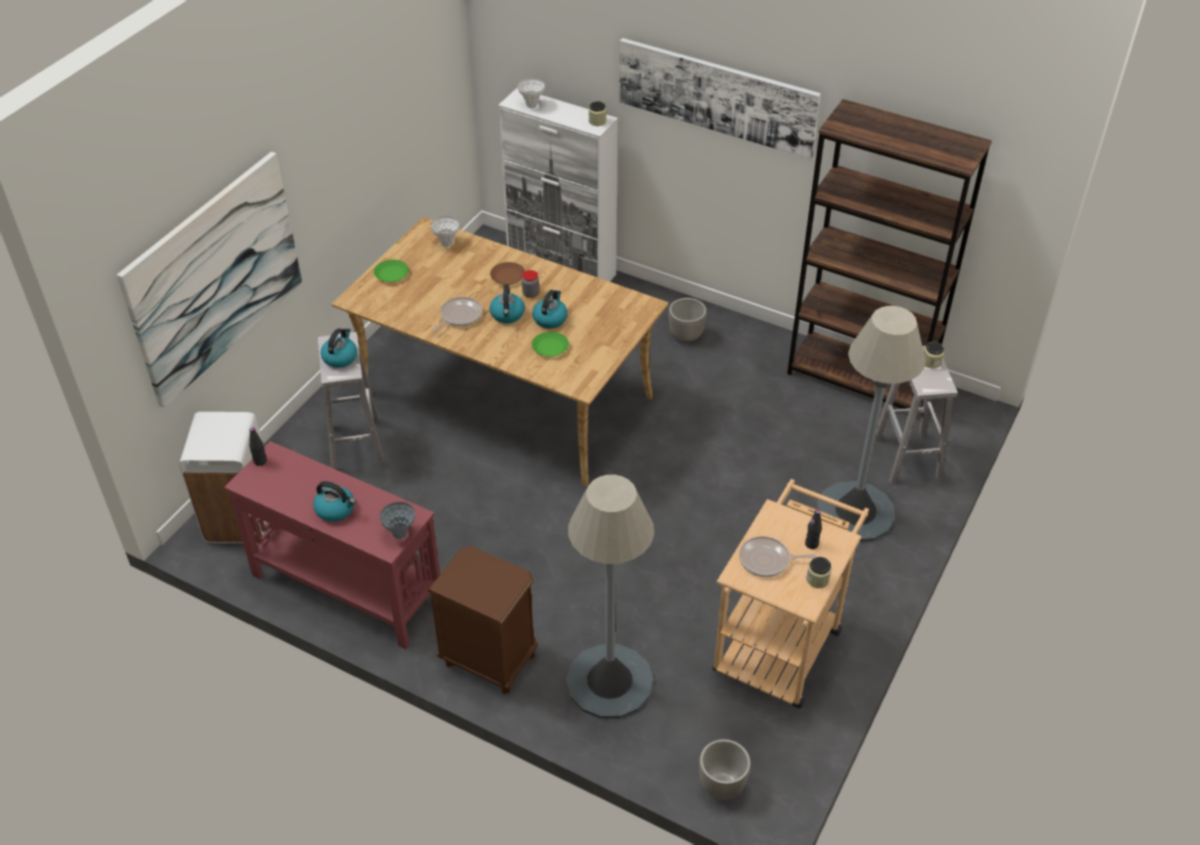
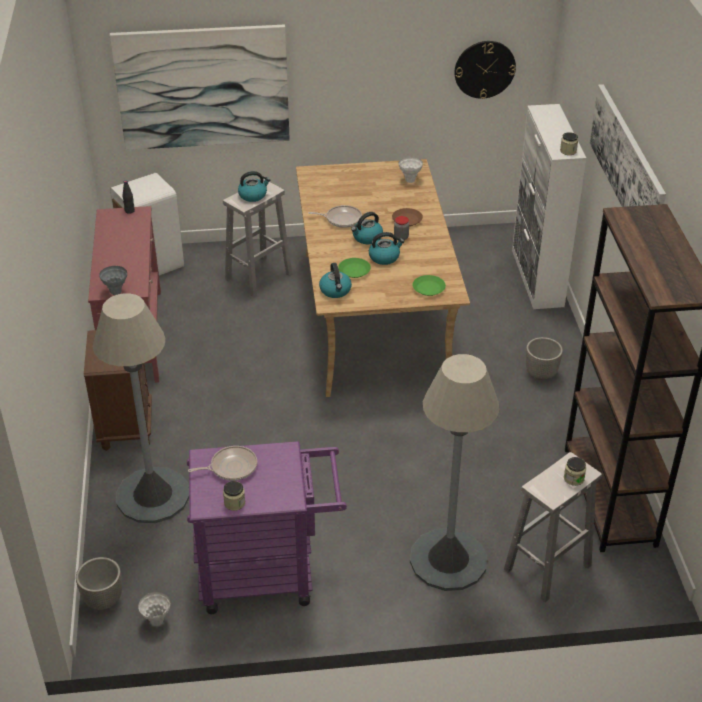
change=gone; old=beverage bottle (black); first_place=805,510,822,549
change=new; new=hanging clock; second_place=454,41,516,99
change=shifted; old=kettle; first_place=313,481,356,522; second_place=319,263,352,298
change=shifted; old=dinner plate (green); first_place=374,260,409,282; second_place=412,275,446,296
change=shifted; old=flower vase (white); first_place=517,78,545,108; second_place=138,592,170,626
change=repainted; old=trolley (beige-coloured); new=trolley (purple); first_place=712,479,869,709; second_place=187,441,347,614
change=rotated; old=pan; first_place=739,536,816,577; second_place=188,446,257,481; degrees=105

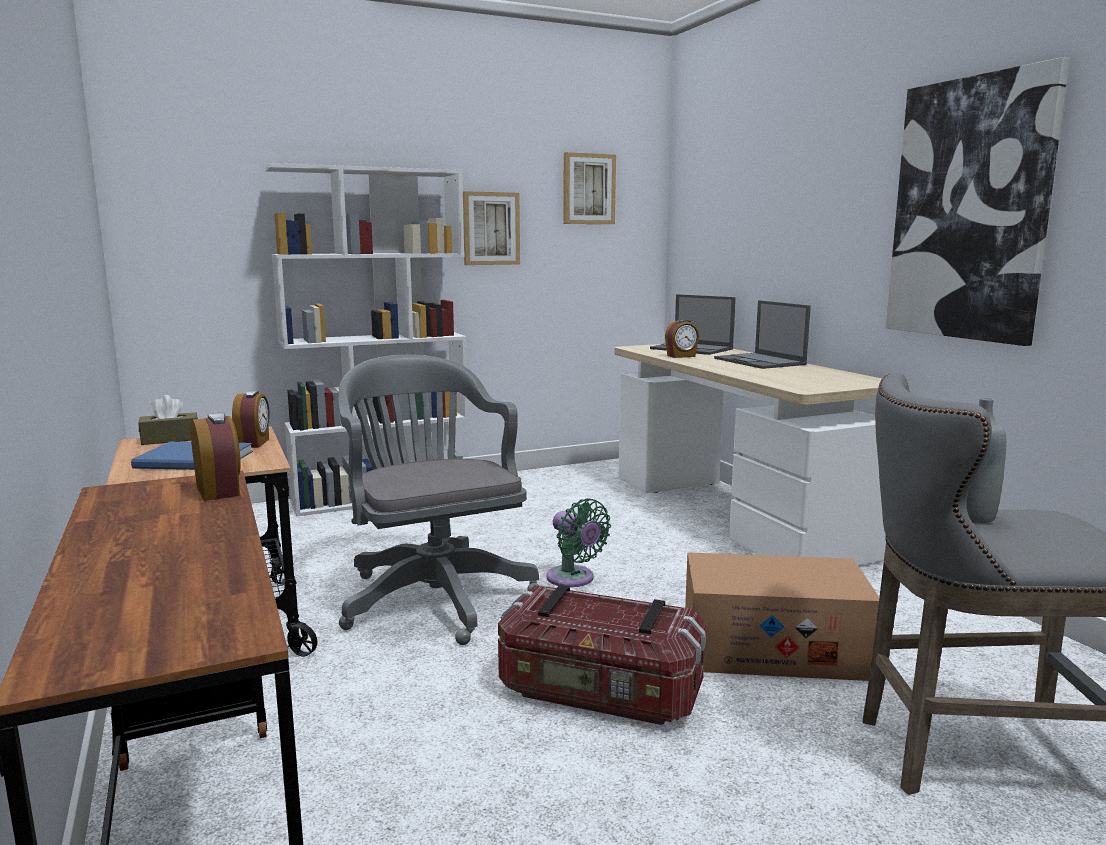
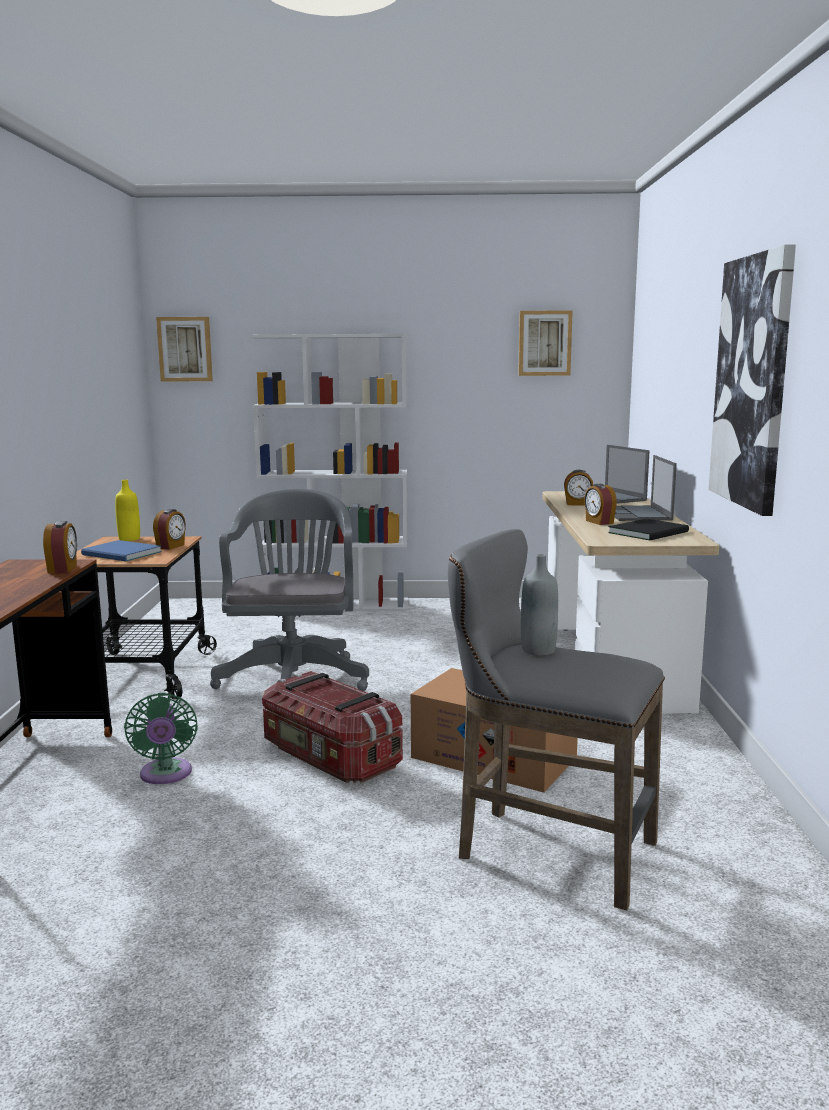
change=new; new=alarm clock; second_place=584,484,617,525
change=new; new=book (black); second_place=608,519,689,540
change=shifted; old=wall picture; first_place=463,191,520,265; second_place=156,317,213,382
change=shifted; old=fan (green); first_place=547,498,611,587; second_place=124,693,198,784
change=swapped; old=tissue box (brownish); new=beverage bottle (yellowish); first_place=138,395,198,445; second_place=115,480,140,541

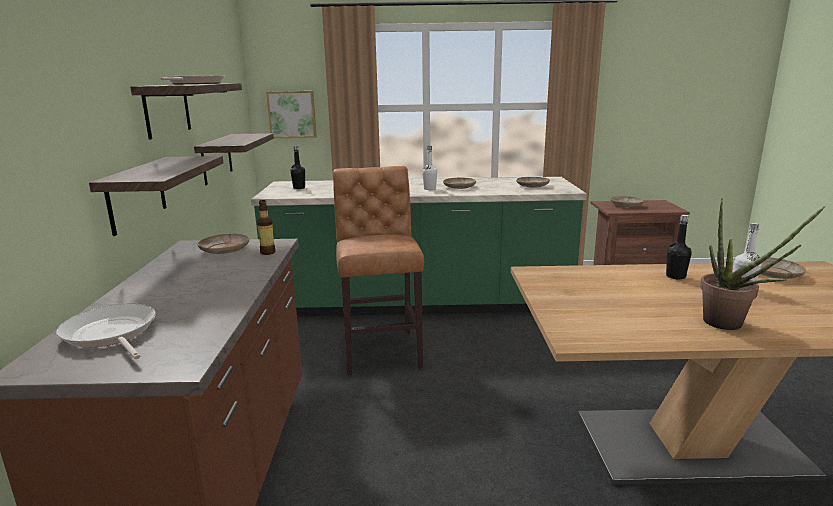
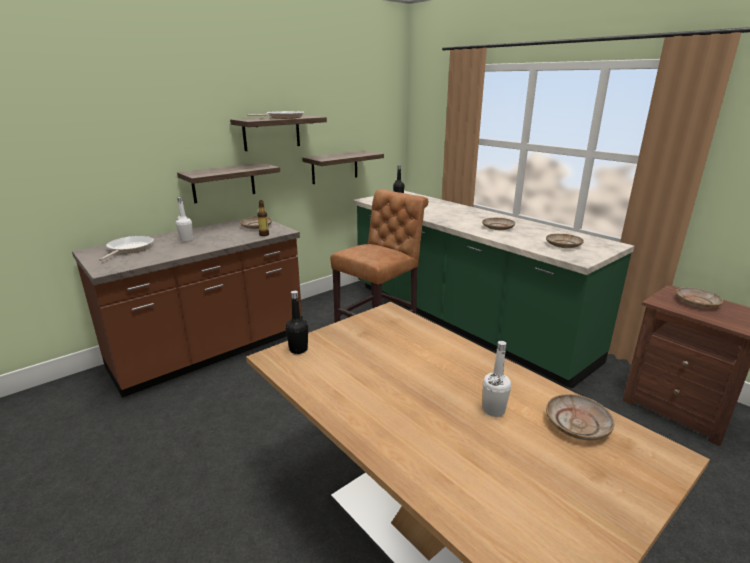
change=gone; old=wall picture; first_place=266,91,317,138
change=gone; old=houseplant; first_place=700,198,825,330
change=shifted; old=beverage bottle (white); first_place=422,146,437,190; second_place=176,197,193,242
change=shifted; old=beverage bottle (black); first_place=666,215,692,280; second_place=286,291,308,354

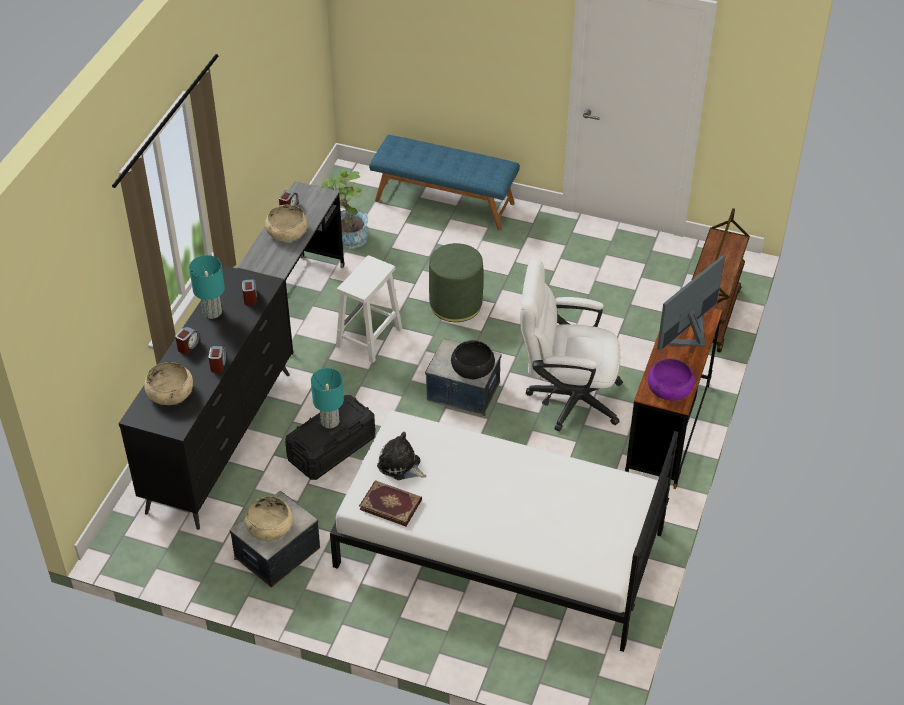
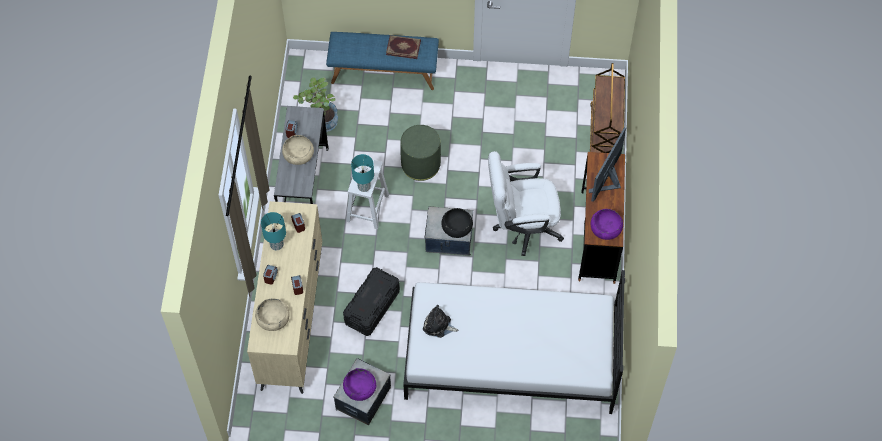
change=shifted; old=tabletop lamp (turquoise); first_place=311,368,344,428; second_place=351,154,374,192
change=shifted; old=book; first_place=359,480,422,526; second_place=386,35,421,59
change=repainted; old=chest of drawers (black); new=chest of drawers (beige-coloured); first_place=118,265,292,530; second_place=247,201,322,394
change=repainted; old=serving bowl (beige-coloured); new=serving bowl (purple); first_place=245,496,293,541; second_place=343,368,376,401

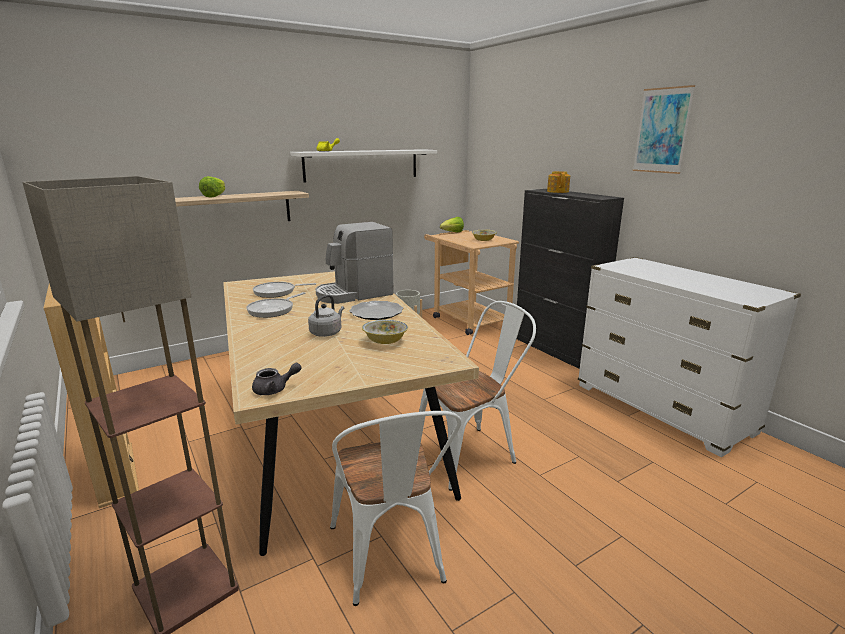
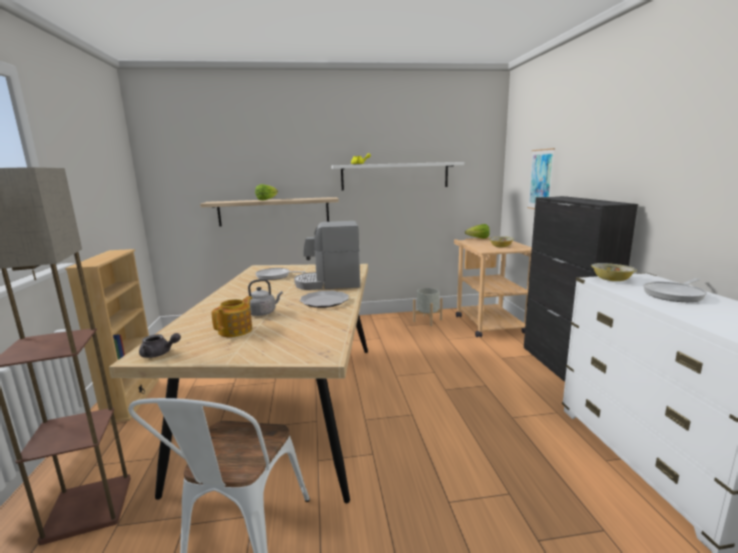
change=gone; old=chair (white); first_place=419,301,536,491
change=shifted; old=pan; first_place=246,292,305,318; second_place=643,278,707,302
change=shifted; old=serving bowl; first_place=362,320,408,344; second_place=591,263,637,281
change=shifted; old=tea pot; first_place=547,171,570,193; second_place=212,296,252,337
change=shifted; old=wall picture; first_place=633,85,695,174; second_place=527,148,555,209

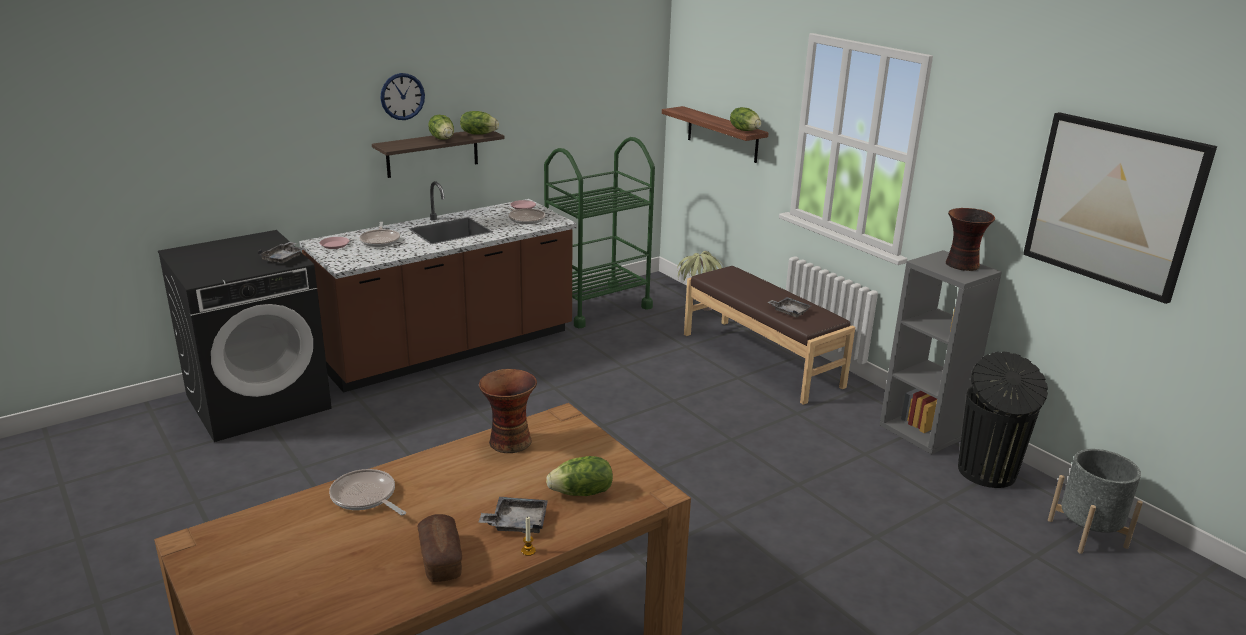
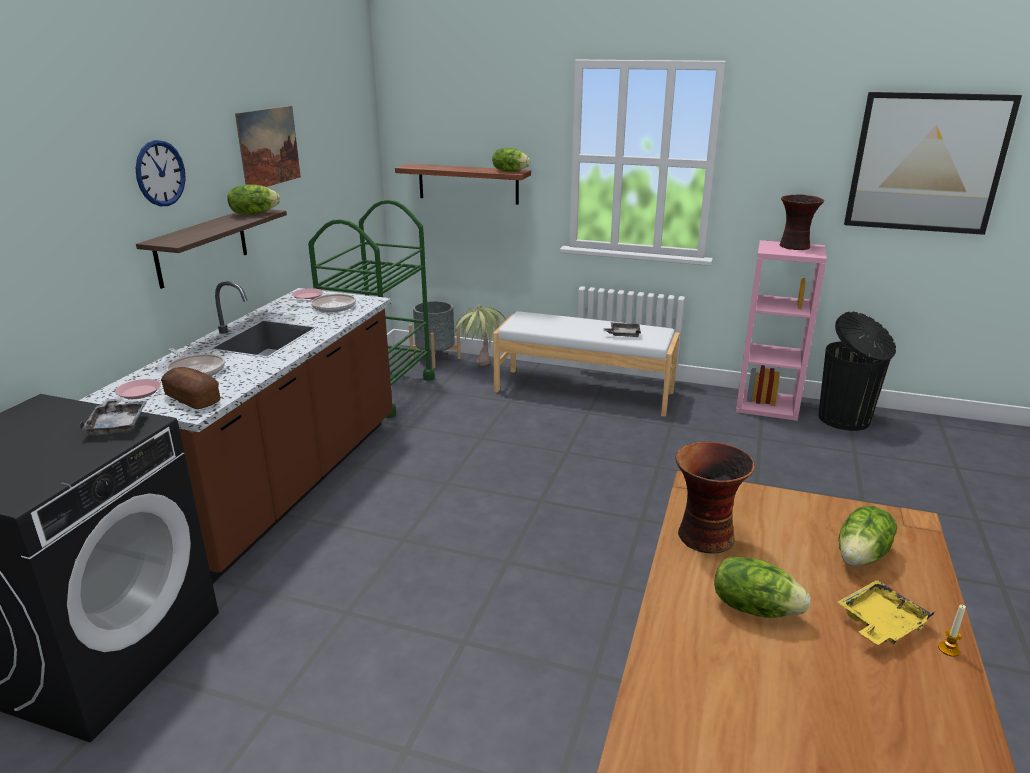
change=gone; old=pan; first_place=329,469,406,515
change=new; new=wall picture; second_place=235,106,301,187
change=shifted; old=baked bread; first_place=417,514,462,582; second_place=161,367,220,409
change=shifted; old=head of lettuce; first_place=428,115,454,140; second_place=714,557,811,618
change=shifted; old=flower pot (greyish); first_place=1048,449,1143,554; second_place=409,301,461,369
change=repainted; old=serving tray (greyish); new=serving tray (yellowish); first_place=479,497,548,533; second_place=838,580,935,645
change=repainted; old=bench (brownish); new=bench (white); first_place=684,266,855,405; second_place=493,311,680,417
change=repainted; old=bookshelf (greyish); new=bookshelf (pink-coloured); first_place=879,250,1002,455; second_place=736,240,827,421

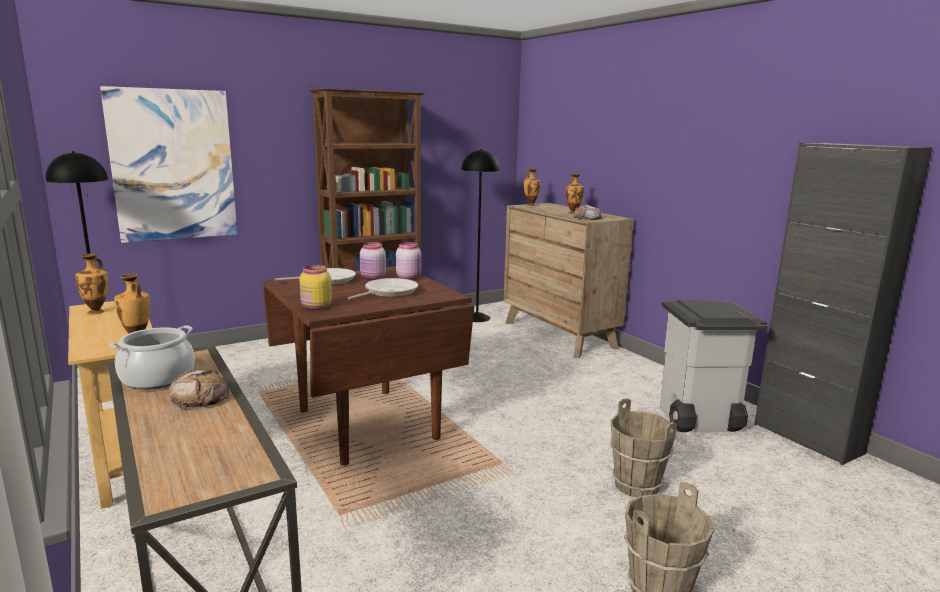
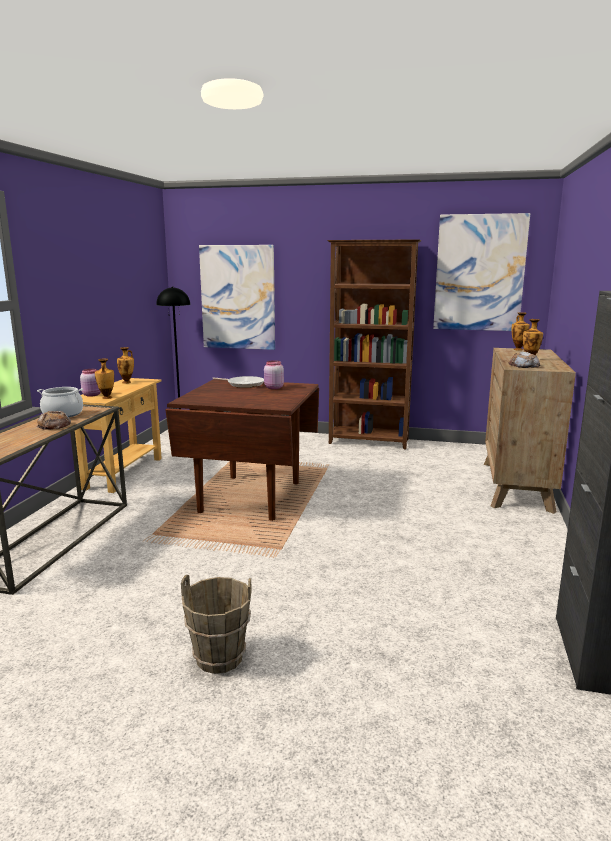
change=gone; old=preserve jar (yellowish); first_place=299,265,332,310
change=gone; old=pan; first_place=347,278,418,299
change=gone; old=floor lamp (black); first_place=461,149,500,322
change=gone; old=water bucket (brownish); first_place=610,398,677,497
change=gone; old=waste bin (greyish); first_place=660,300,767,432
change=new; new=wall picture; second_place=433,213,530,331
change=shifted; old=preserve jar (pink-coloured); first_place=396,242,422,279; second_place=80,369,101,397

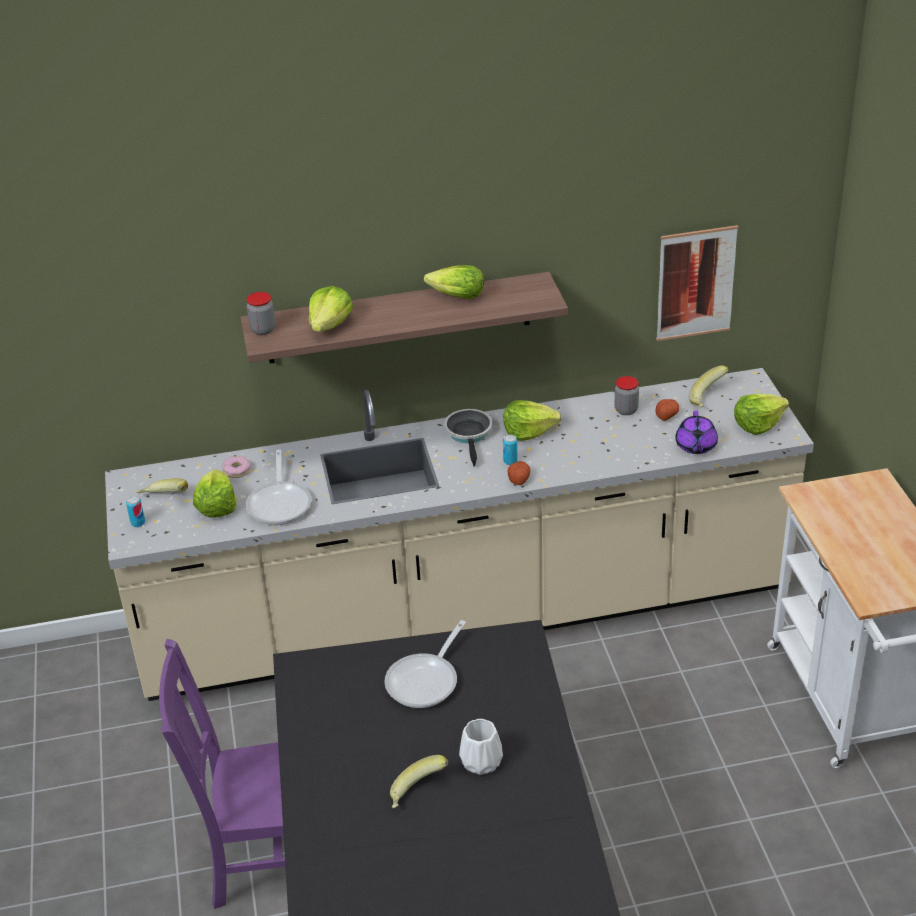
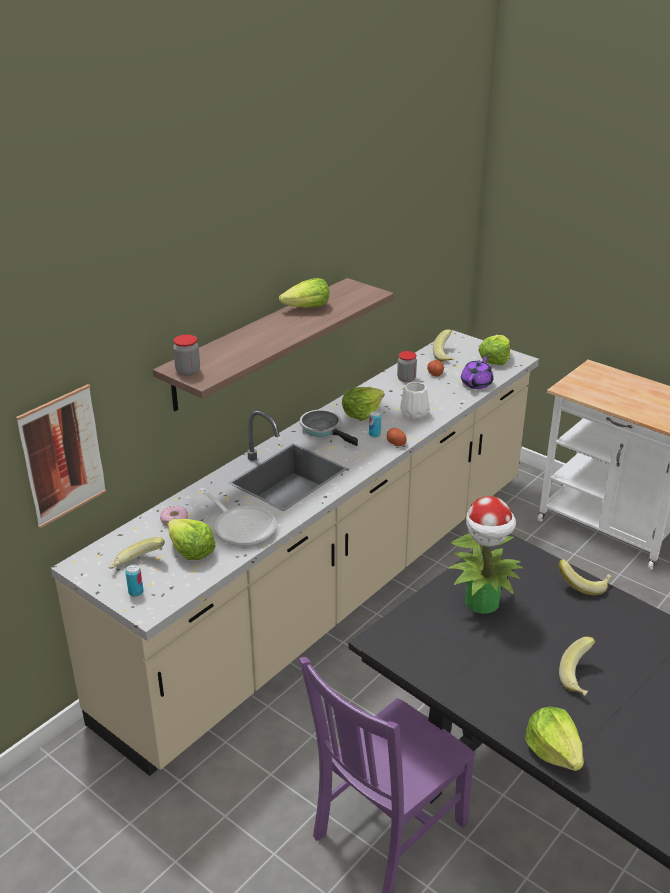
change=new; new=banana; second_place=558,559,612,595
change=shifted; old=head of lettuce; first_place=309,286,353,332; second_place=525,707,584,771
change=shifted; old=flower vase (white); first_place=459,719,503,775; second_place=400,382,429,420
change=shifted; old=wall picture; first_place=656,225,738,341; second_place=16,384,106,528
change=swapped; old=pan; new=houseplant; first_place=384,620,466,708; second_place=448,496,523,614
change=rotated; old=tea pot (purple); first_place=675,410,718,454; second_place=461,355,493,389; degrees=-120

